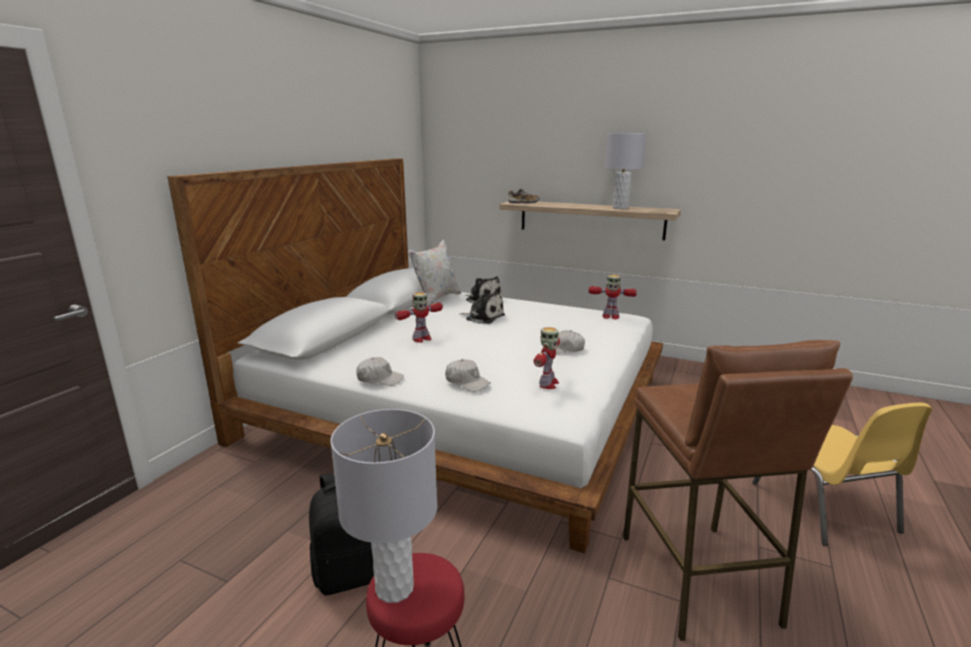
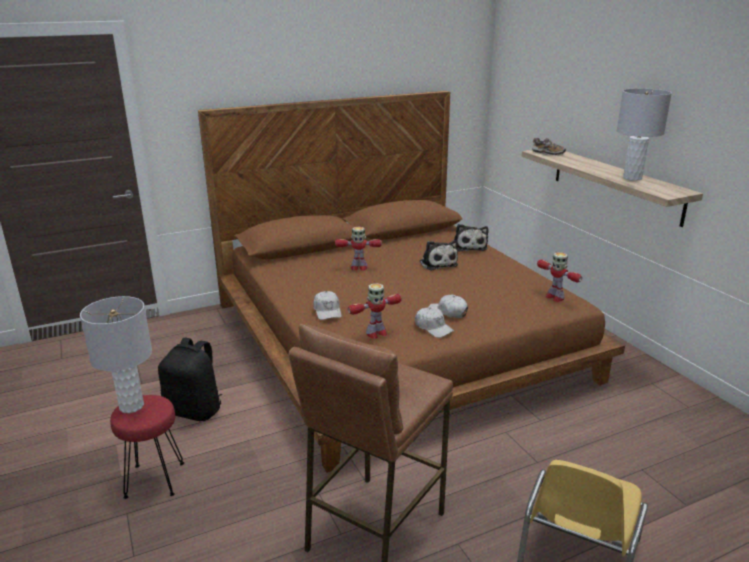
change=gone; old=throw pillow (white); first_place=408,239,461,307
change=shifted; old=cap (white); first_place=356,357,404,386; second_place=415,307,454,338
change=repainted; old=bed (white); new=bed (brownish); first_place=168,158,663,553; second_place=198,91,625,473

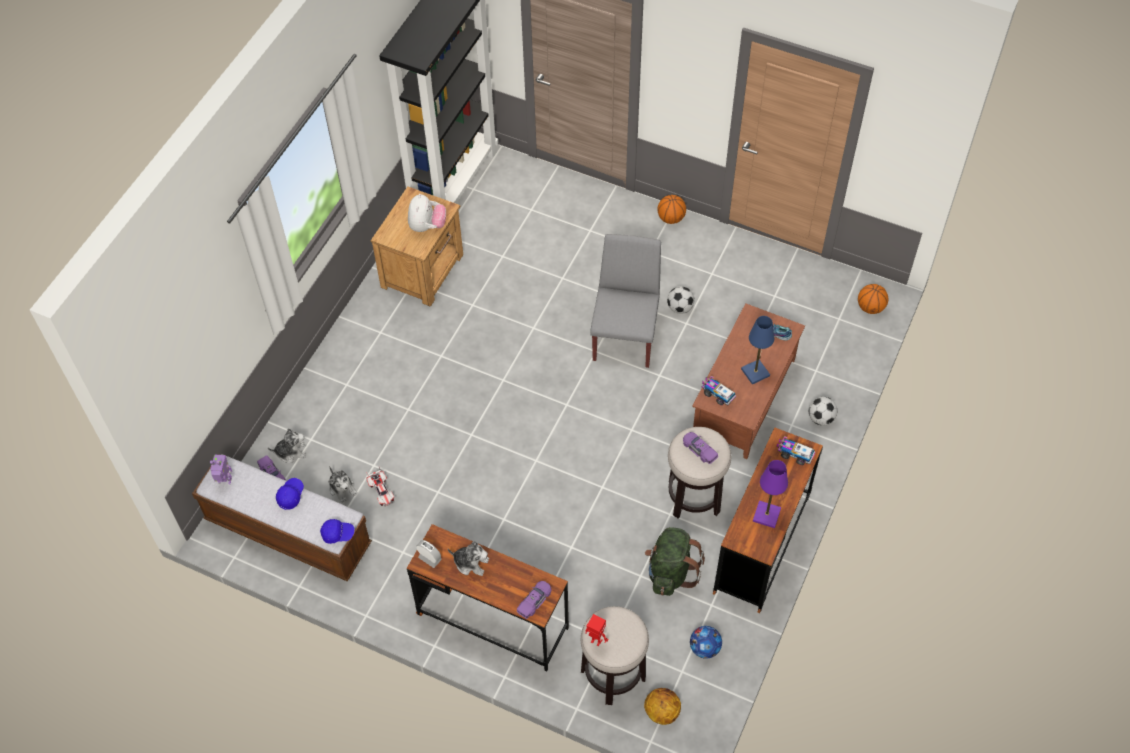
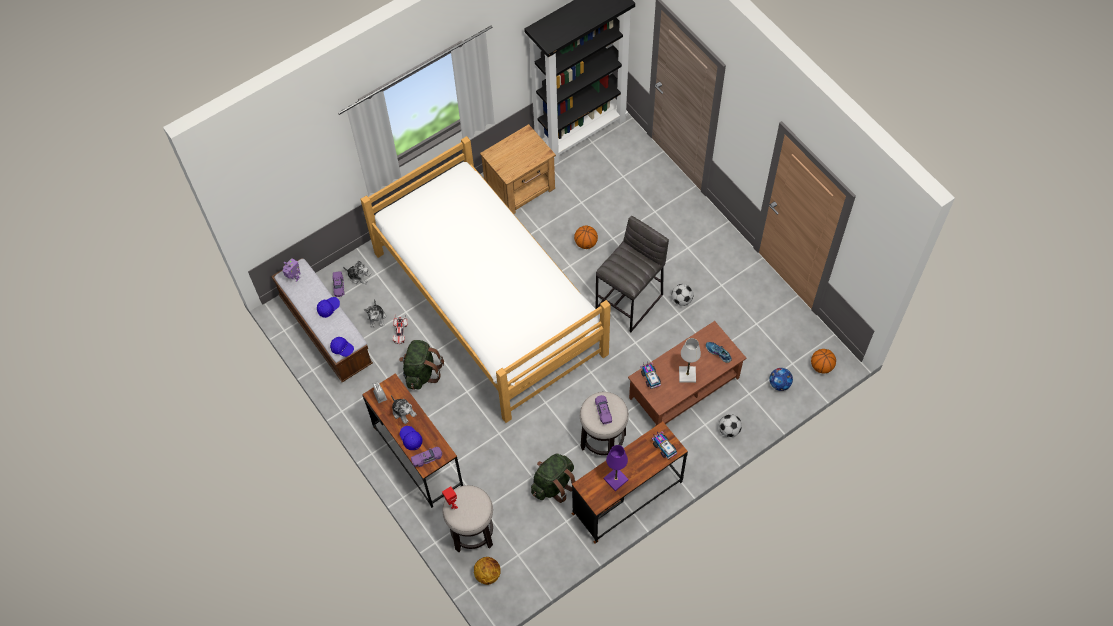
change=gone; old=soft toy; first_place=408,194,446,232
change=new; new=bed; second_place=360,136,611,423
change=new; new=knapsack (green); second_place=399,340,444,390
change=new; new=cap (bluish); second_place=400,426,423,450
change=shifted; old=ball for basketball; first_place=657,195,686,224; second_place=574,226,598,249
change=shifted; old=ball for football; first_place=690,626,722,659; second_place=769,368,793,391
change=swapped; old=chair (greyish); new=stool (greyish); first_place=591,234,661,368; second_place=596,216,669,332
change=repainted; old=tabletop lamp (bluish); new=tabletop lamp (white); first_place=741,316,774,385; second_place=679,338,701,383

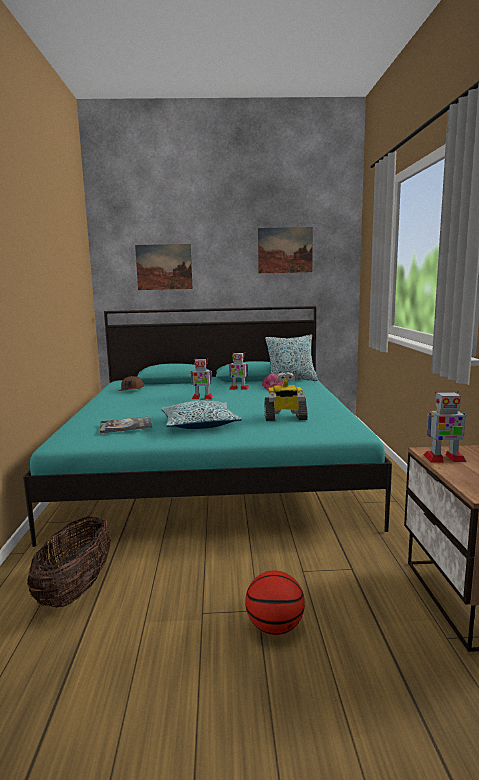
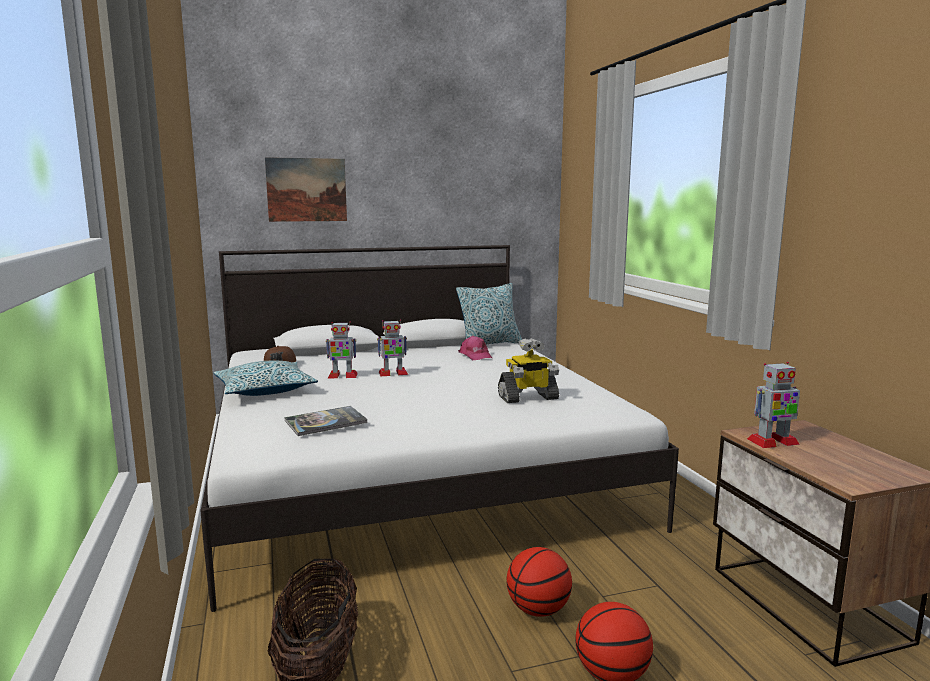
change=gone; old=wall picture; first_place=258,227,313,273
change=new; new=ball for basketball; second_place=507,547,572,617
change=shifted; old=throw pillow; first_place=161,400,242,429; second_place=213,361,318,396
change=shifted; old=robot figure; first_place=229,352,249,390; second_place=326,322,358,378
change=repainted; old=bed (turquoise); new=bed (white); first_place=23,306,392,547; second_place=200,245,679,612

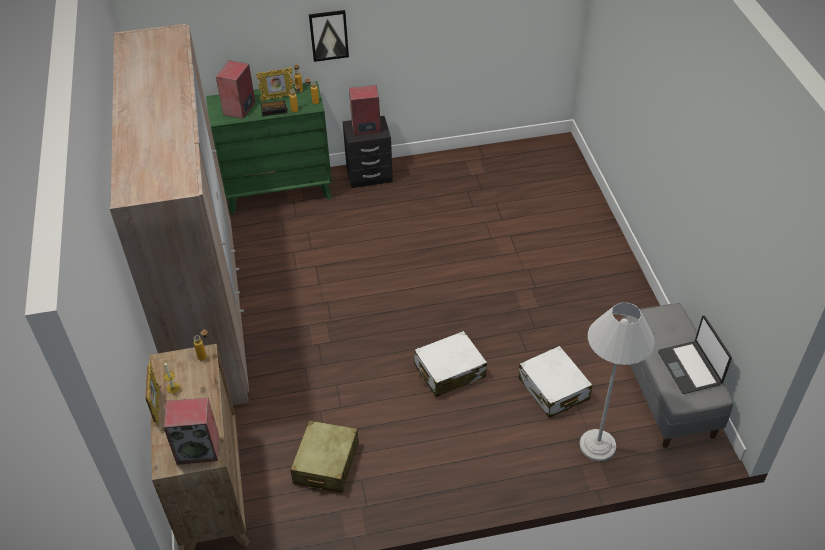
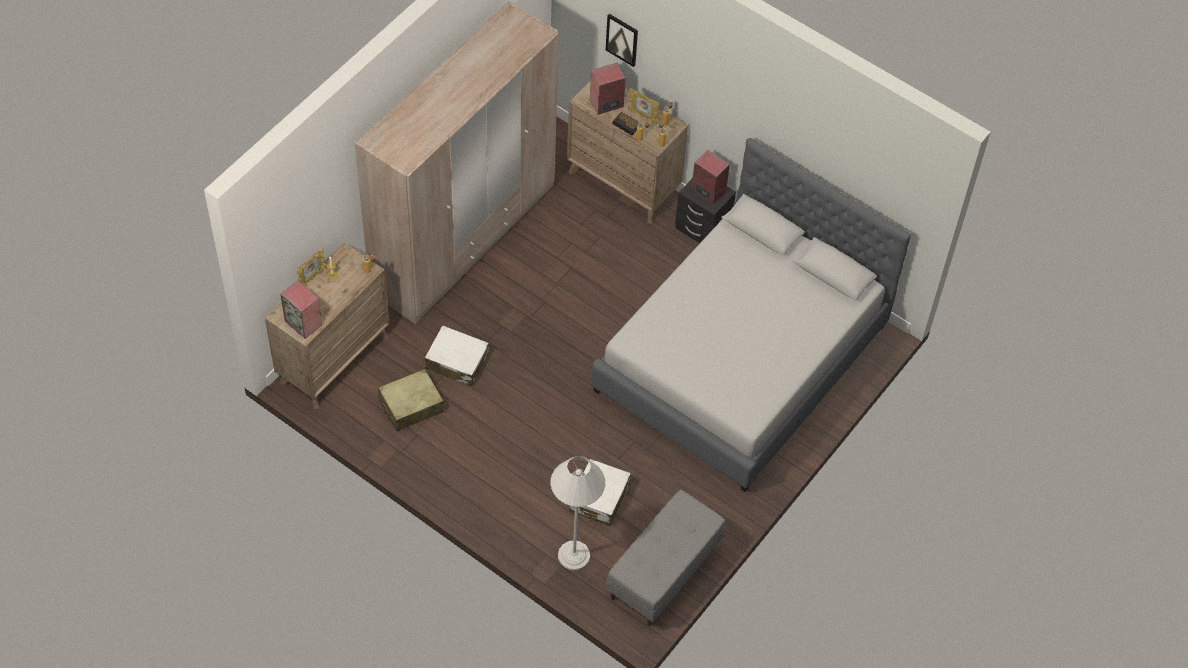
change=gone; old=laptop; first_place=658,315,732,394
change=new; new=bed (greyish); second_place=591,138,911,492
change=shifted; old=wall picture; first_place=309,10,349,62; second_place=606,14,638,67
change=shifted; old=travel case (white); first_place=414,331,487,397; second_place=425,325,489,386
change=repainted; old=chest of drawers (green); new=chest of drawers (brownish); first_place=206,81,332,214; second_place=567,81,688,224

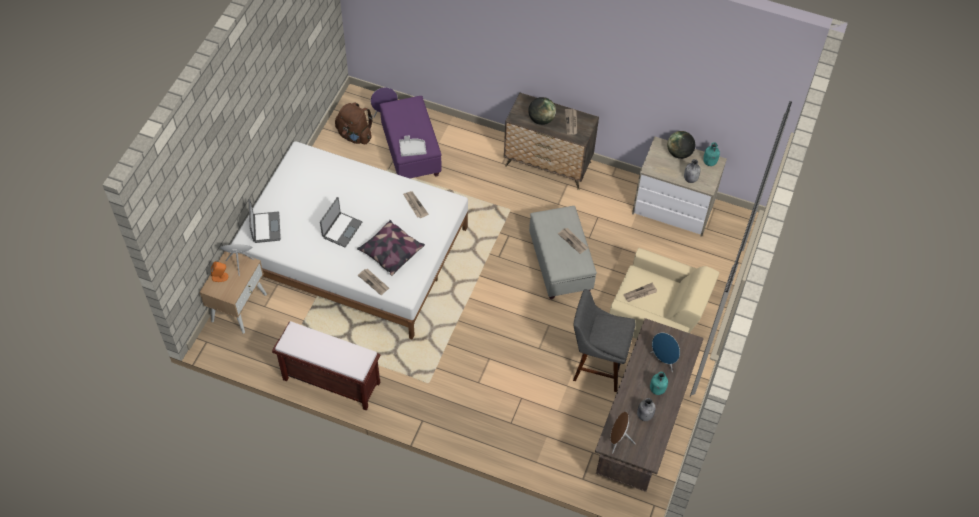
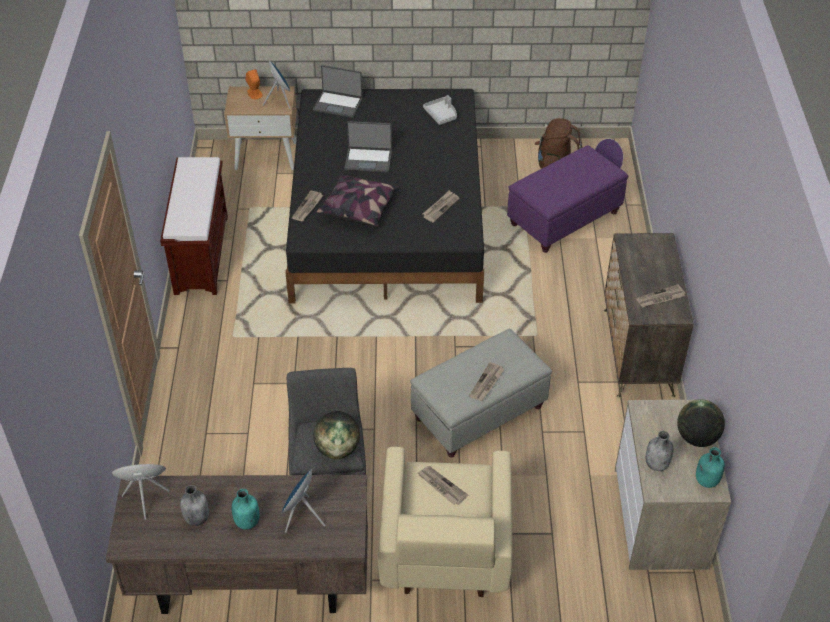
change=shifted; old=serving tray (greyish); first_place=399,136,426,156; second_place=423,95,457,125
change=shifted; old=world globe; first_place=528,97,556,125; second_place=313,411,360,459
change=repainted; old=bed (white); new=bed (black); first_place=231,141,468,340; second_place=285,89,484,304
change=rotated; old=laptop; first_place=249,199,281,243; second_place=313,65,363,118; degrees=45

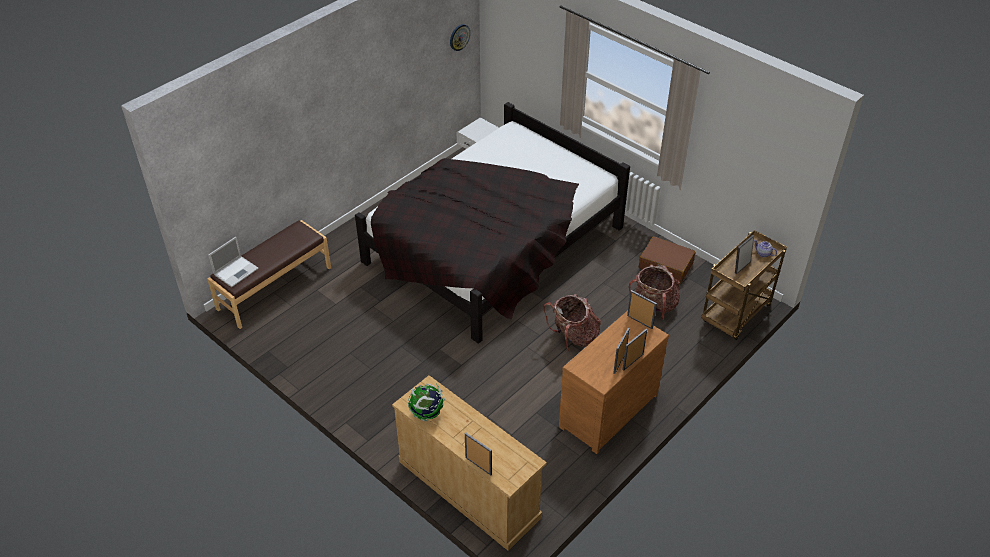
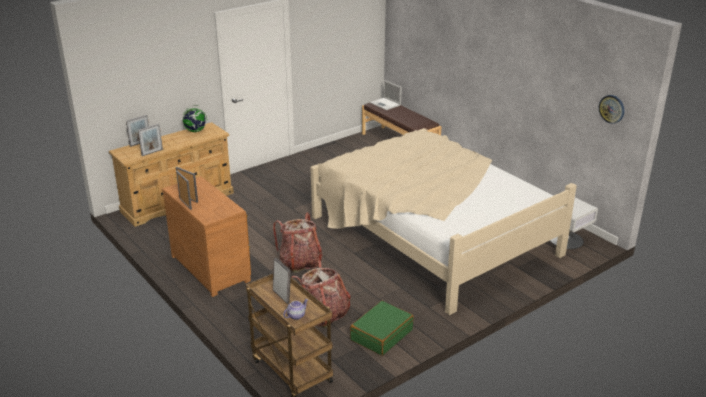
change=shifted; old=picture frame; first_place=627,290,657,329; second_place=138,124,163,156
change=repainted; old=bed (black); new=bed (beige-coloured); first_place=355,102,630,344; second_place=310,128,577,315
change=repainted; old=travel case (brownish); new=travel case (green); first_place=639,236,696,284; second_place=350,301,414,356

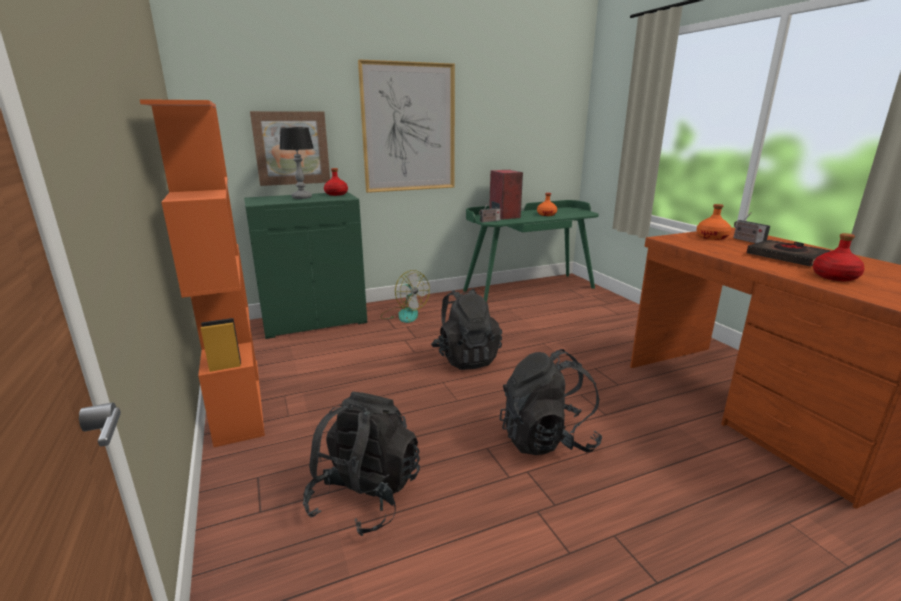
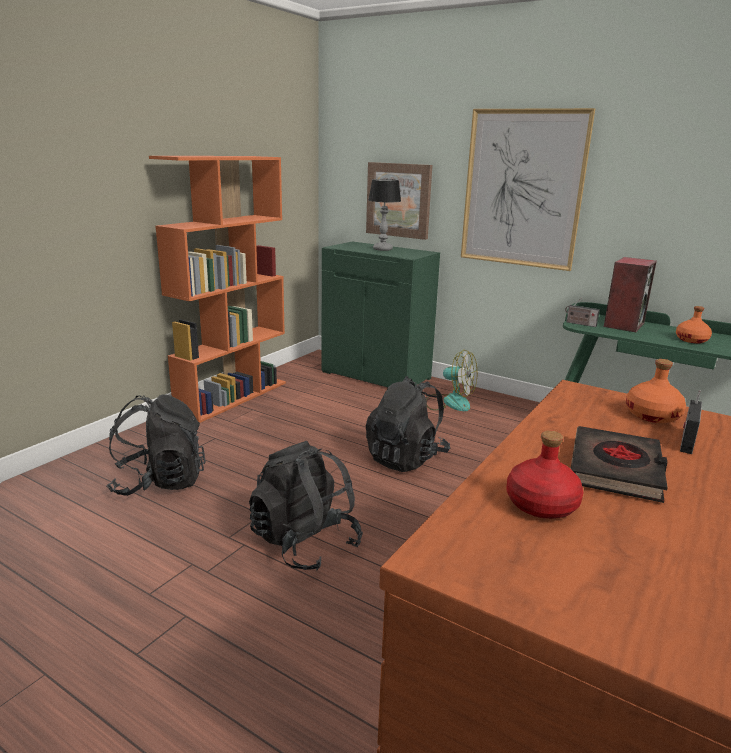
change=gone; old=beverage bottle (red-coloured); first_place=324,168,348,196
change=rotated; old=fan; first_place=380,270,430,323; second_place=426,350,477,411; degrees=-75

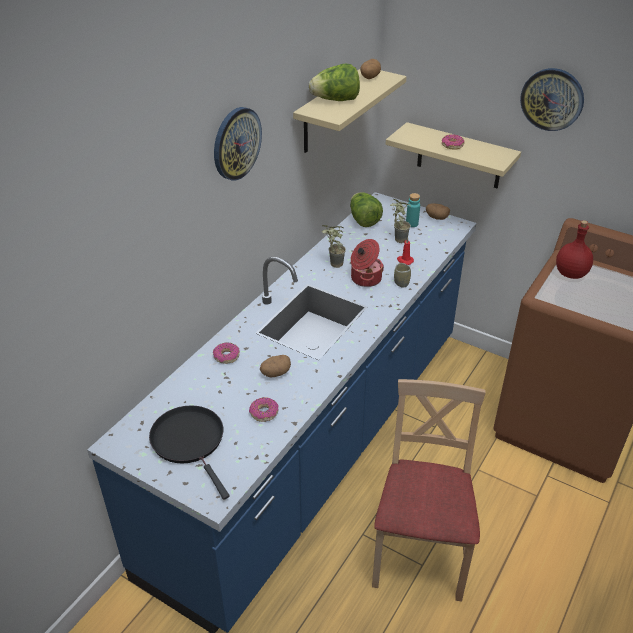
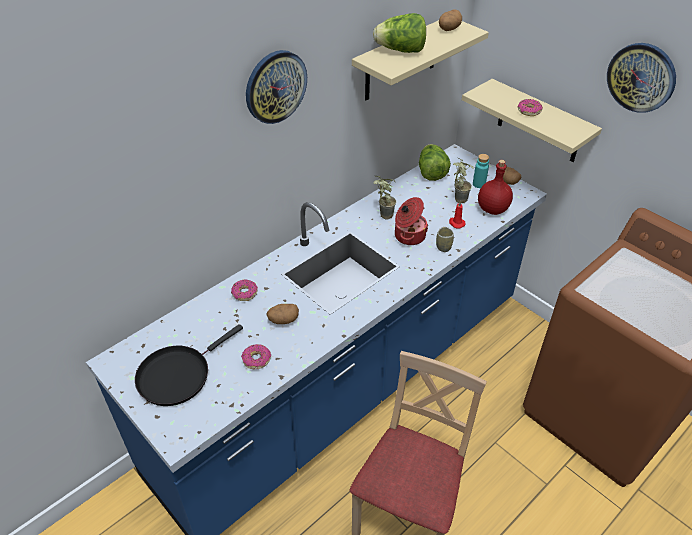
change=shifted; old=beverage bottle (red-coloured); first_place=556,220,593,279; second_place=478,160,513,215
change=rotated; old=pan (black); first_place=149,405,229,500; second_place=135,324,243,406; degrees=-120

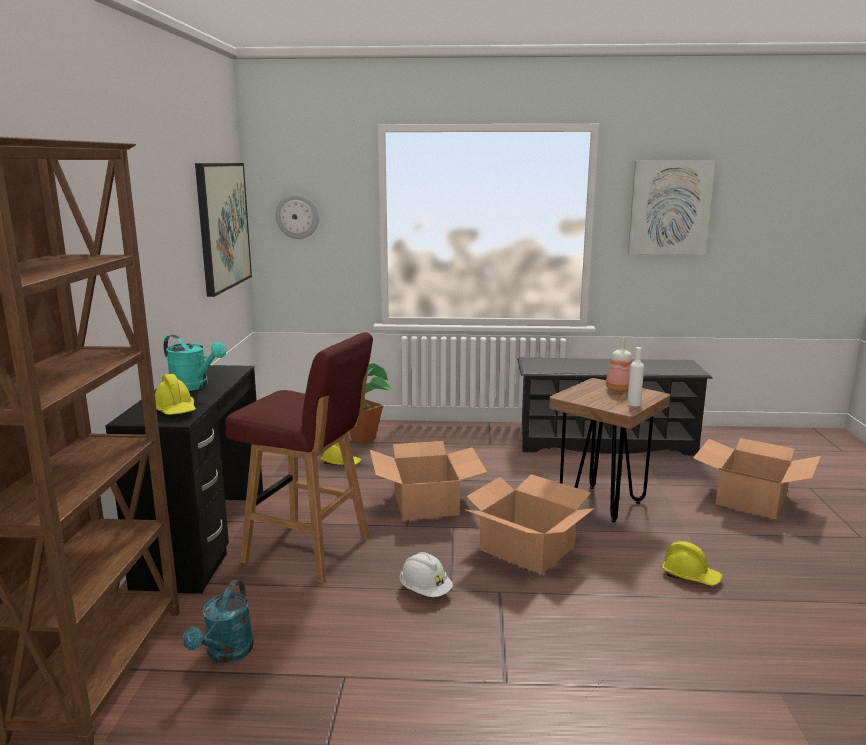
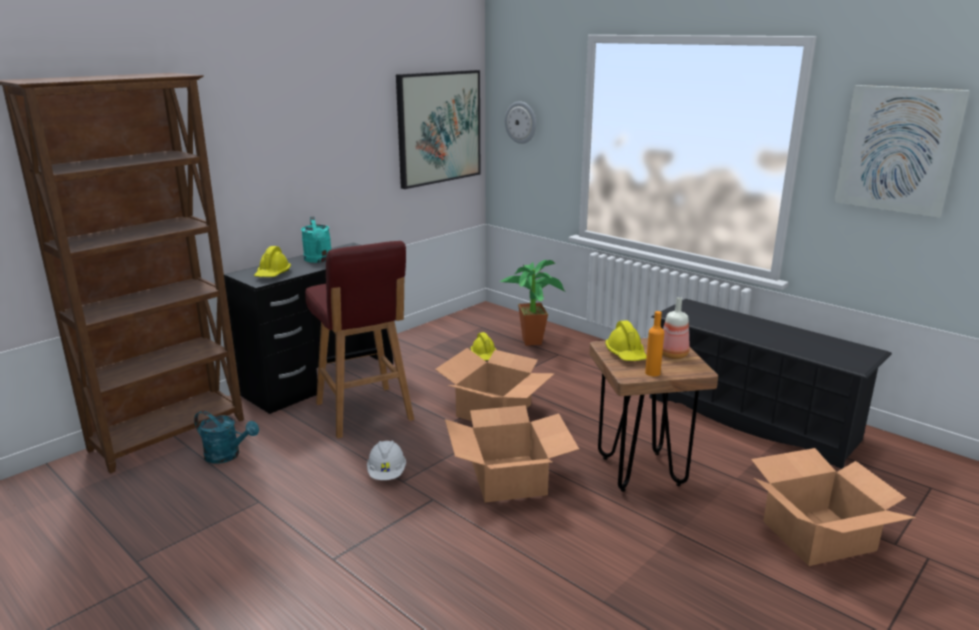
change=shifted; old=work helmet (yellowish); first_place=662,541,722,586; second_place=605,321,647,361
change=repainted; old=beverage bottle (white); new=beverage bottle (orangey); first_place=627,347,644,406; second_place=645,311,664,376
change=rotated; old=watering pot (turquoise); first_place=183,580,254,663; second_place=194,411,259,464; degrees=-120

